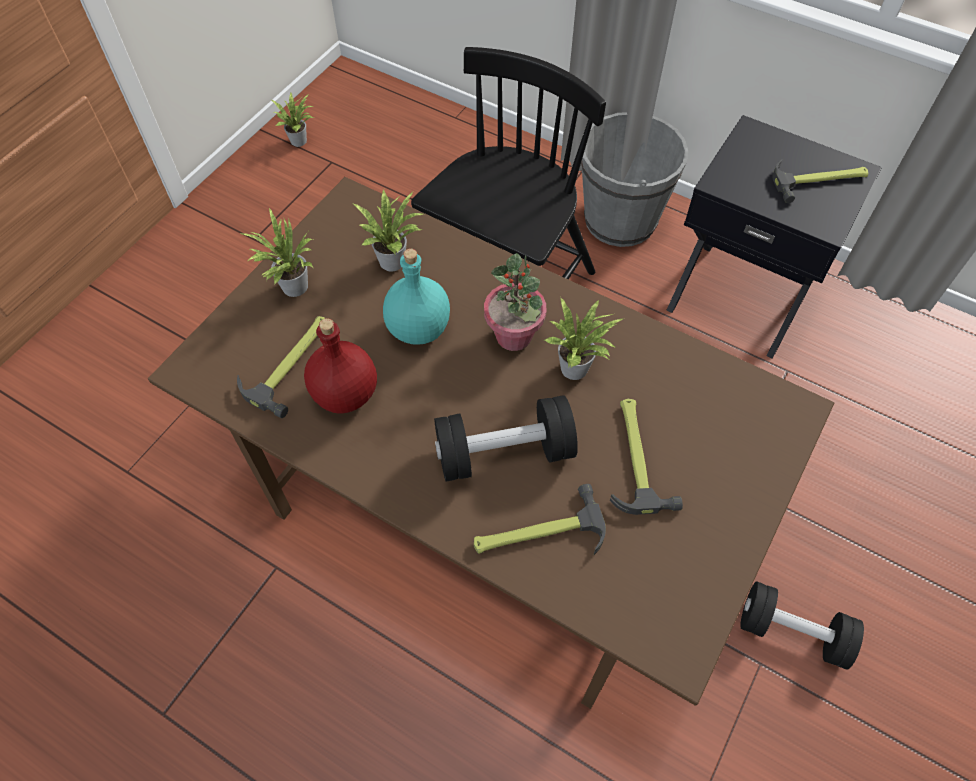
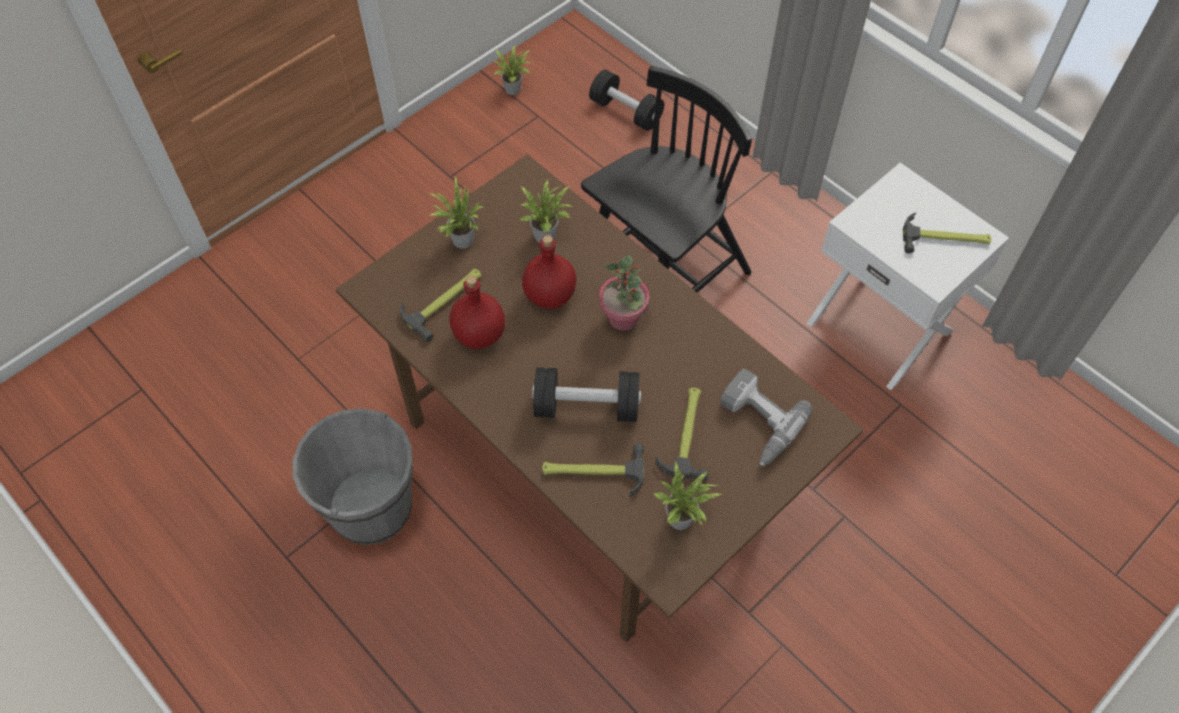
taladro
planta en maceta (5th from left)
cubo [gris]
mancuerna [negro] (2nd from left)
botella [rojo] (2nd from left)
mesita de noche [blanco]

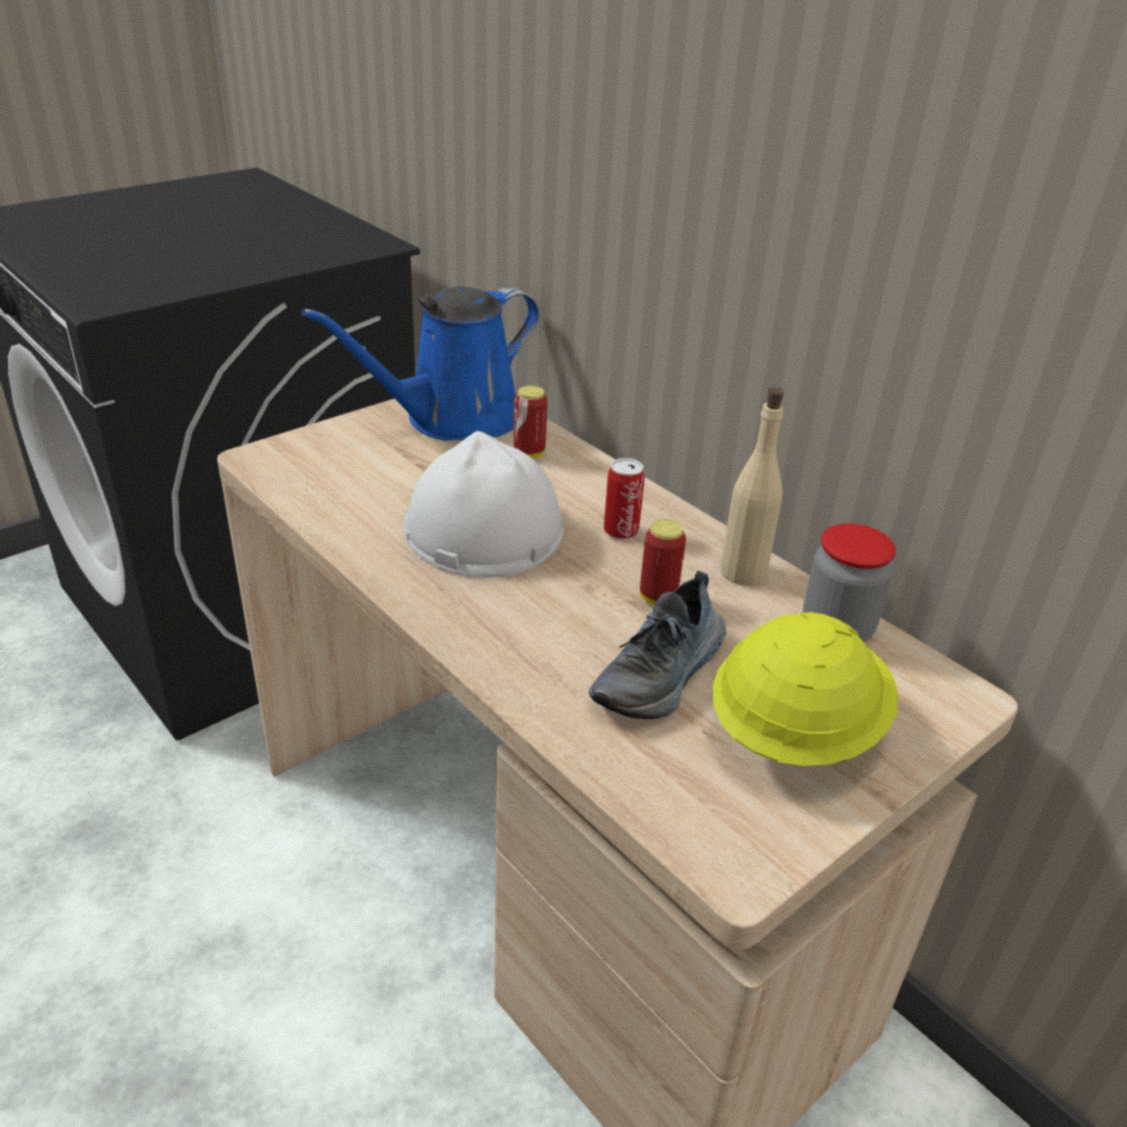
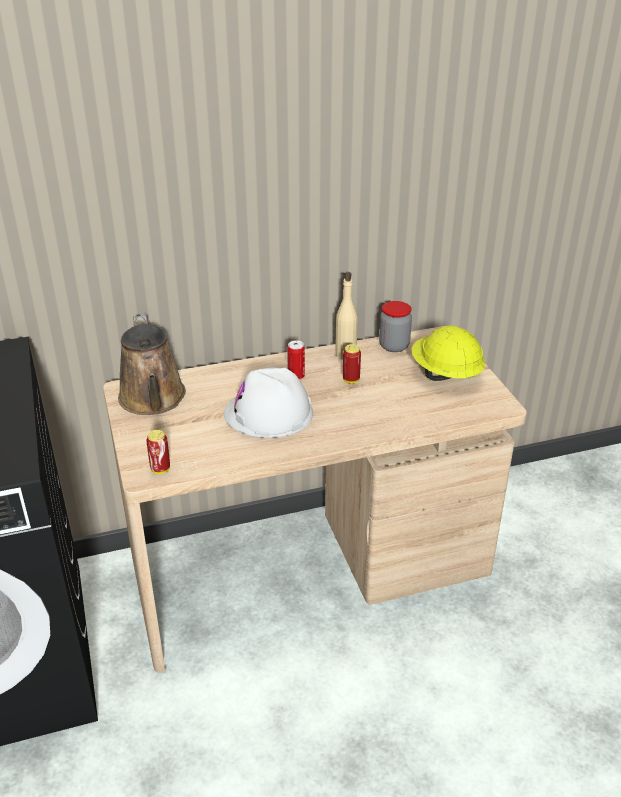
zapato
lata (1st from left)
regadera [marrón]

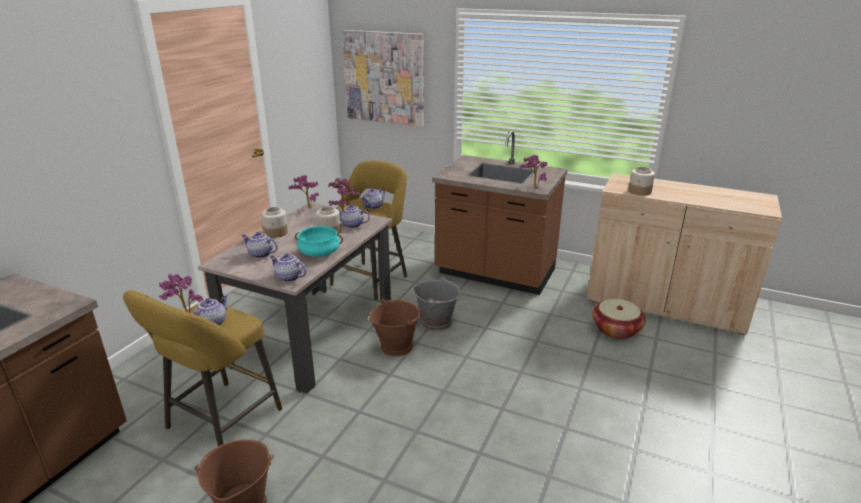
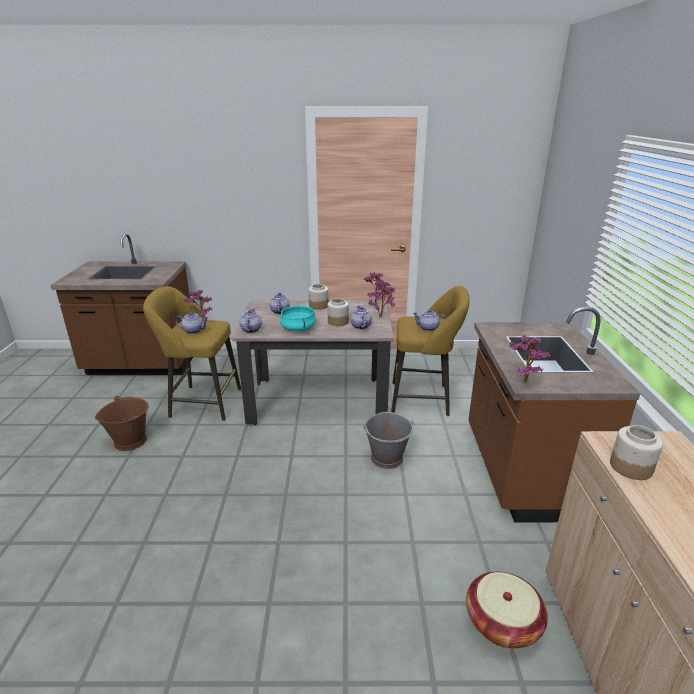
cuadro
cubo [marrón] (2nd from left in the first image)

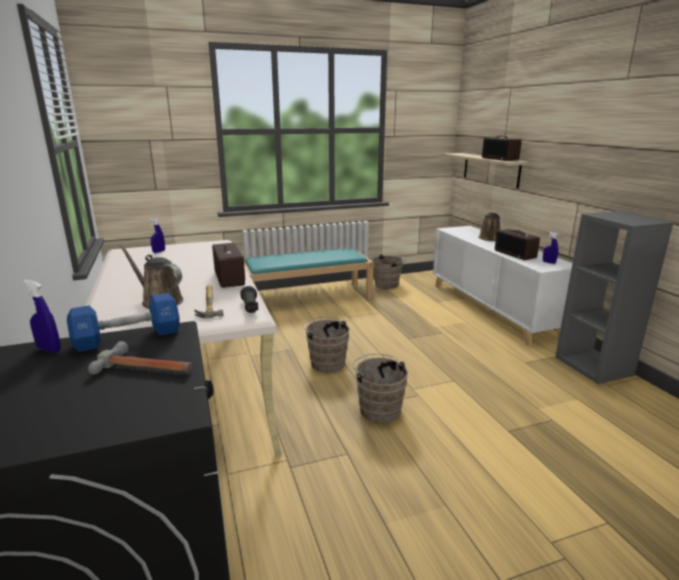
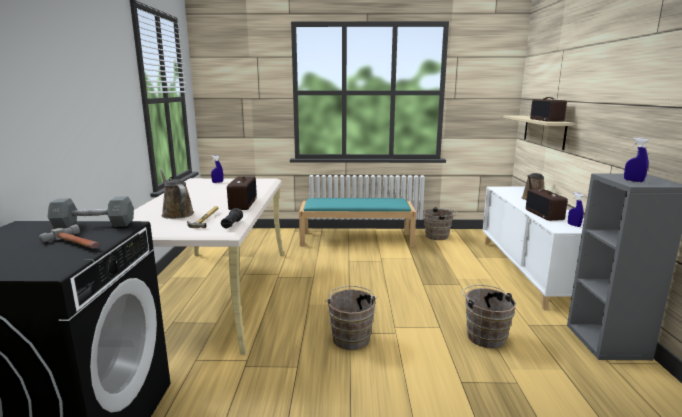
pulverizador [azul] (3rd from left)
cubo [marrón] (3rd from left)
mancuerna [gris]

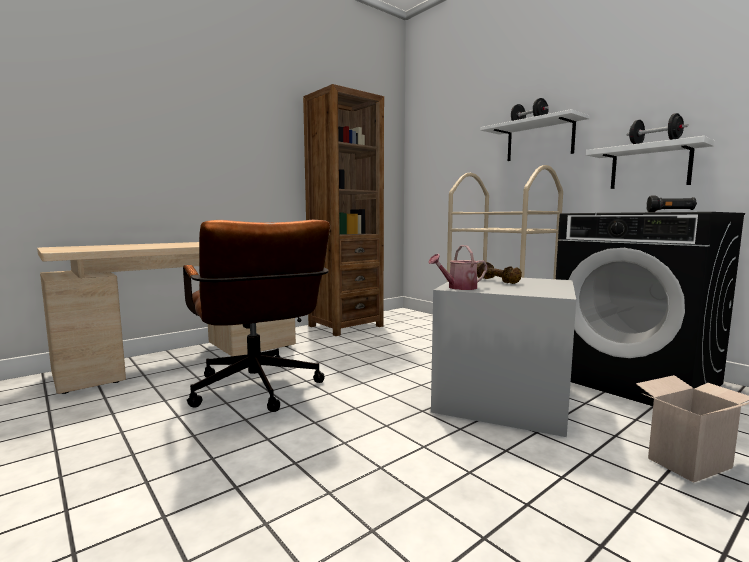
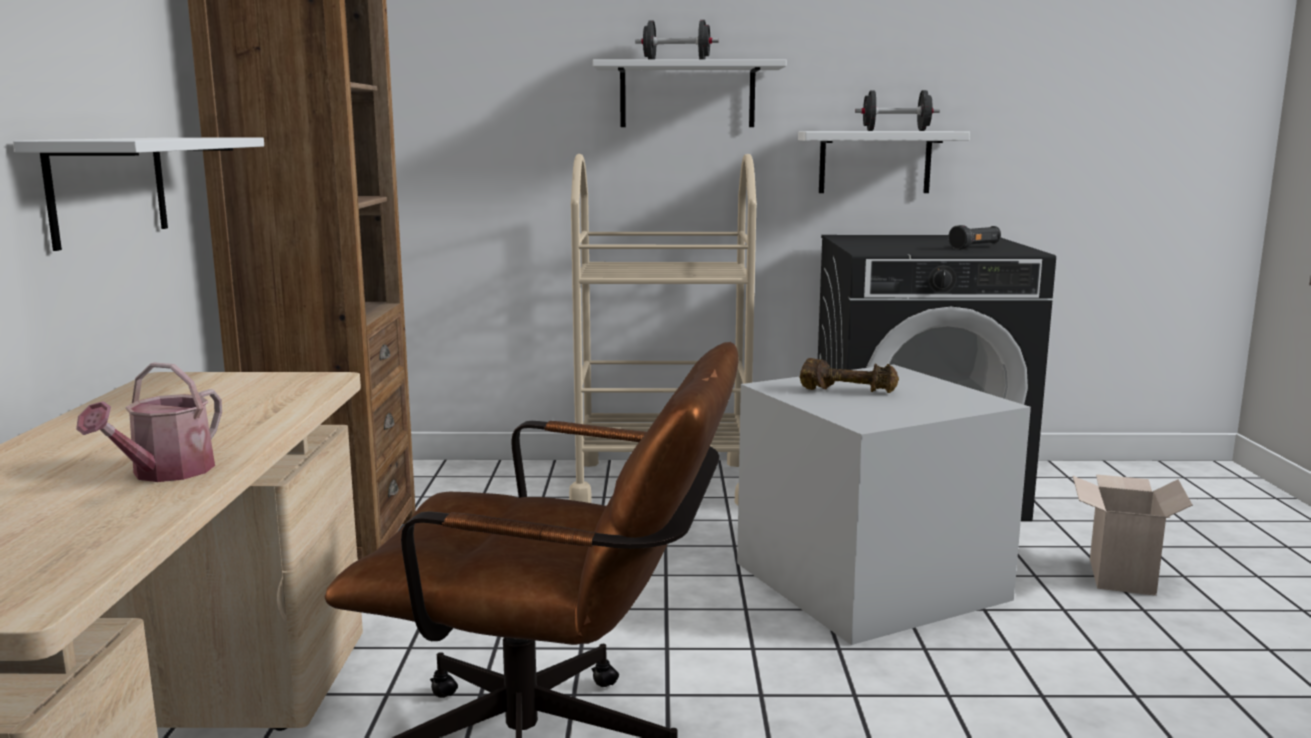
estante [blanco] (1st from left)
regadera

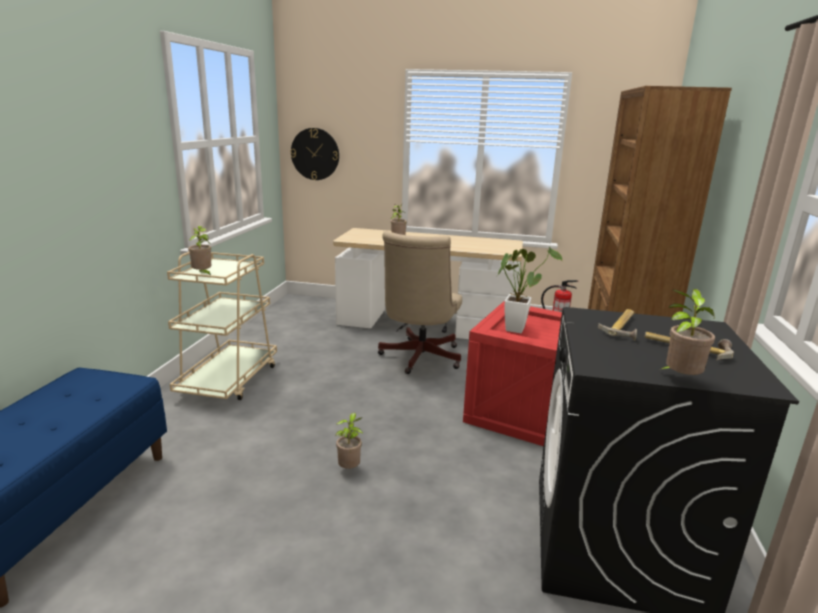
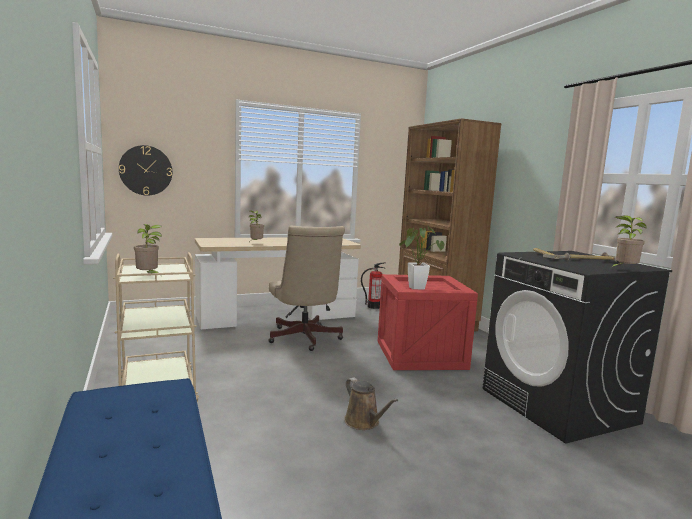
regadera [marrón]

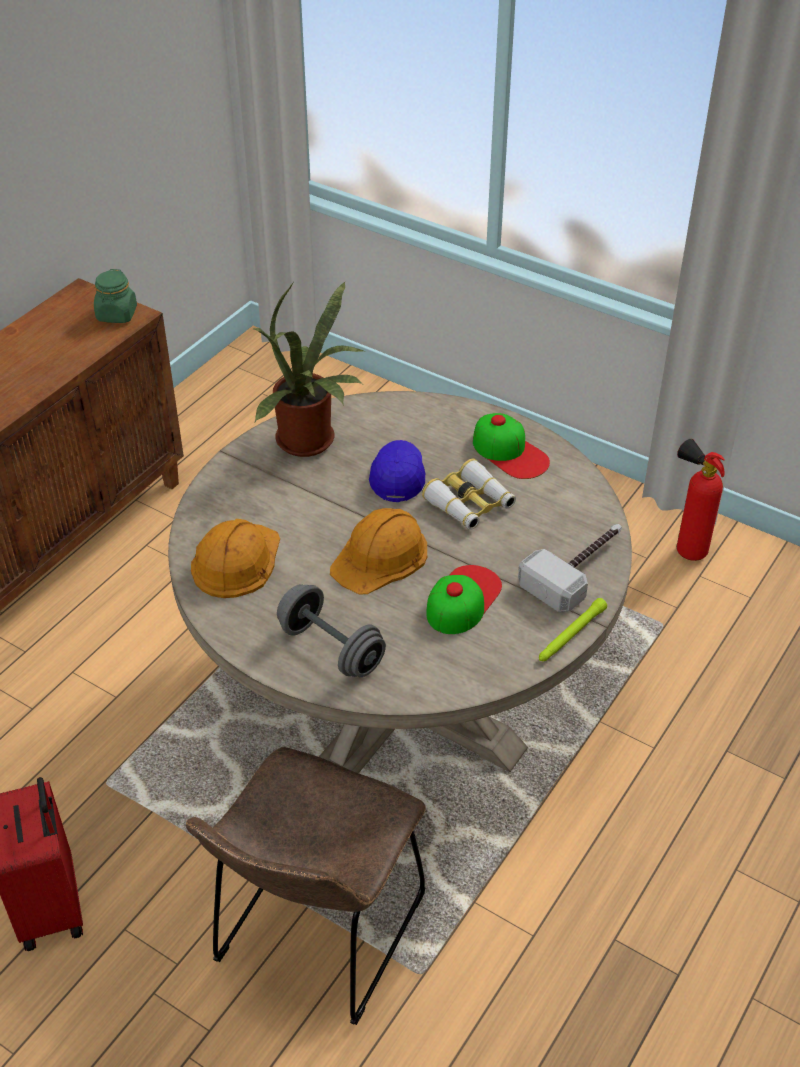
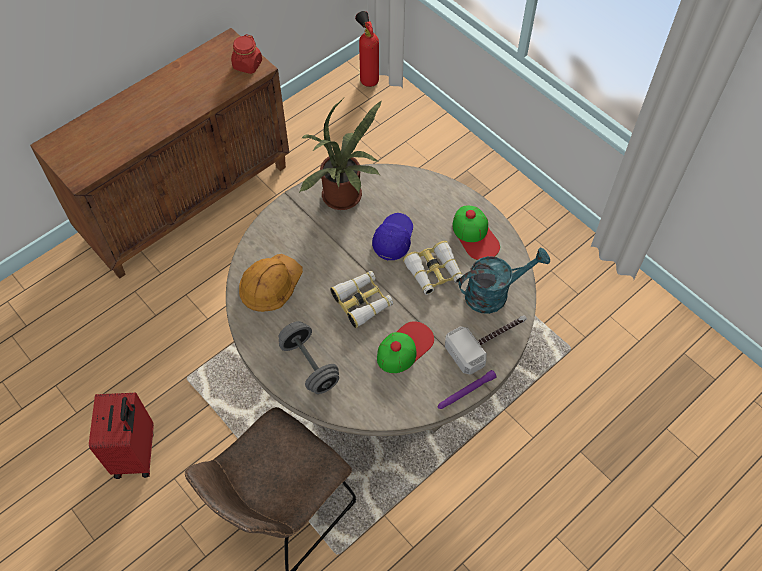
regadera [turquesa]
extintor
prismáticos (1st from left)
tarro [rojo]
linterna [morado]

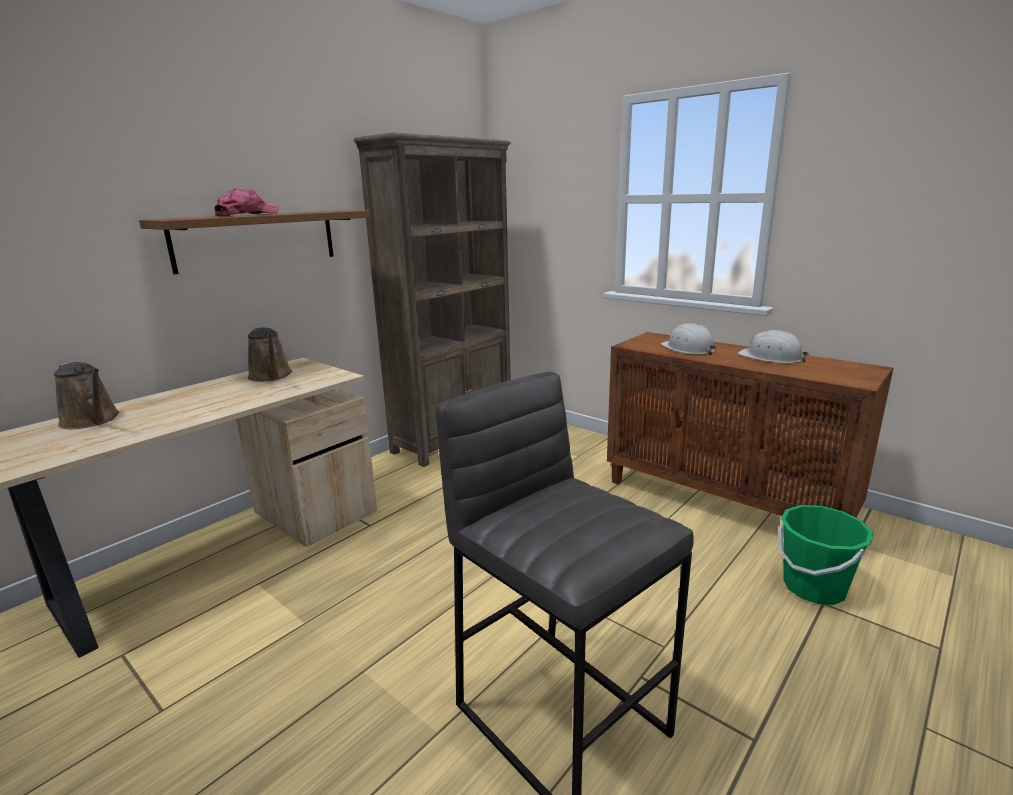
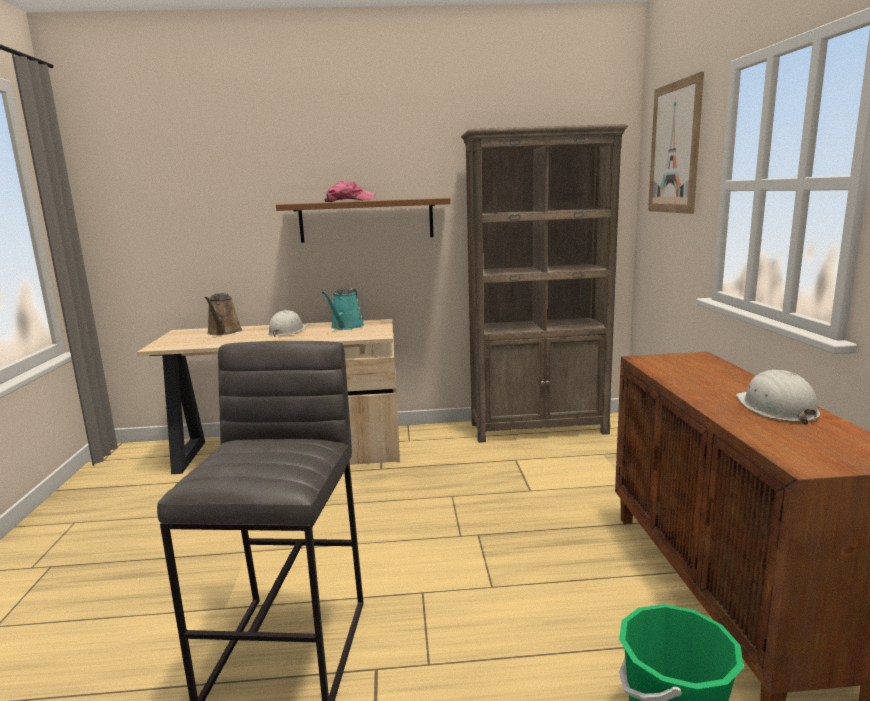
cuadro
casco [blanco] (1st from left)
regadera [turquesa]

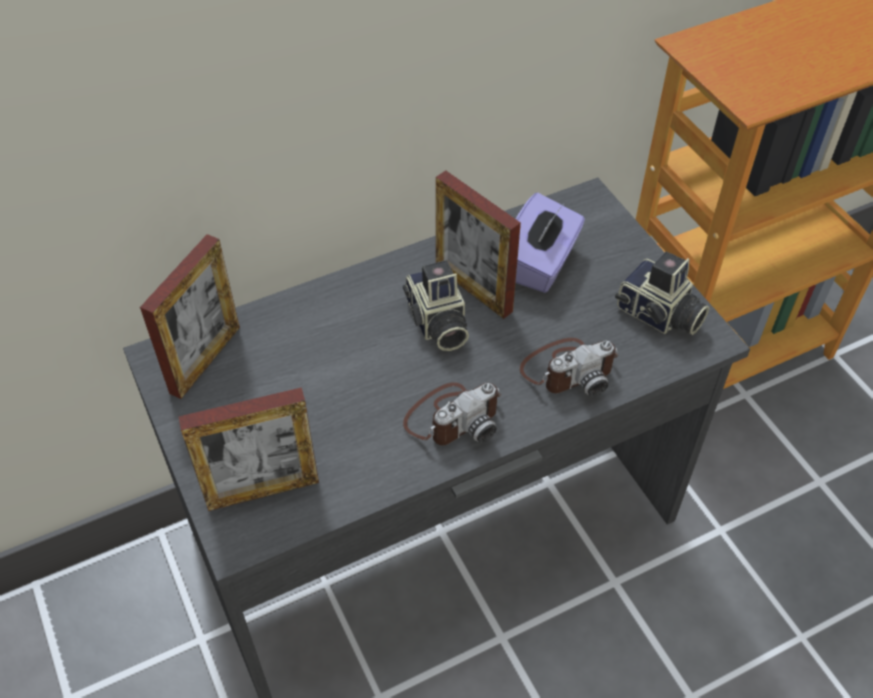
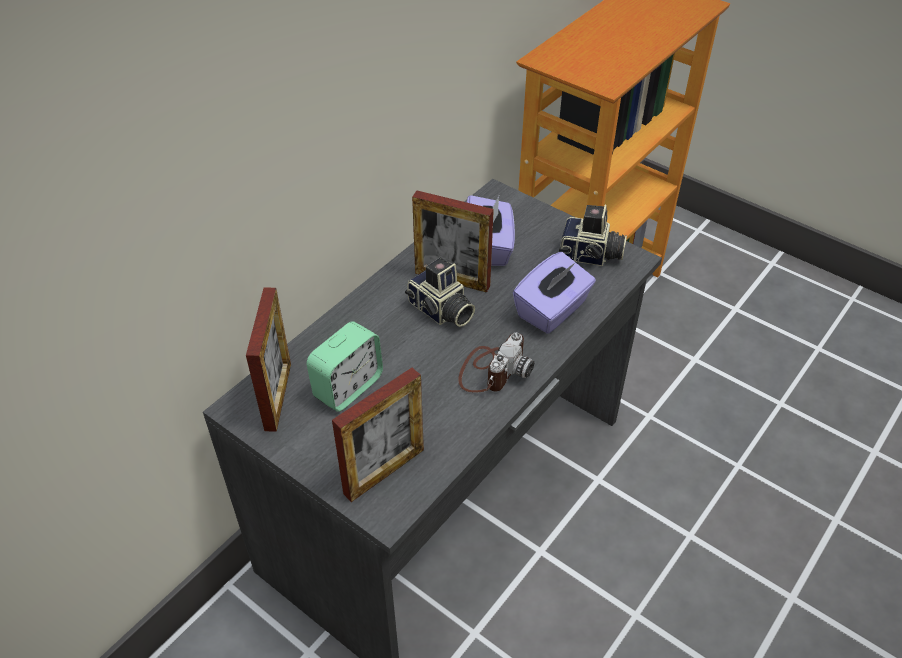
despertador
caja de pañuelos [morado] (2nd from left)

